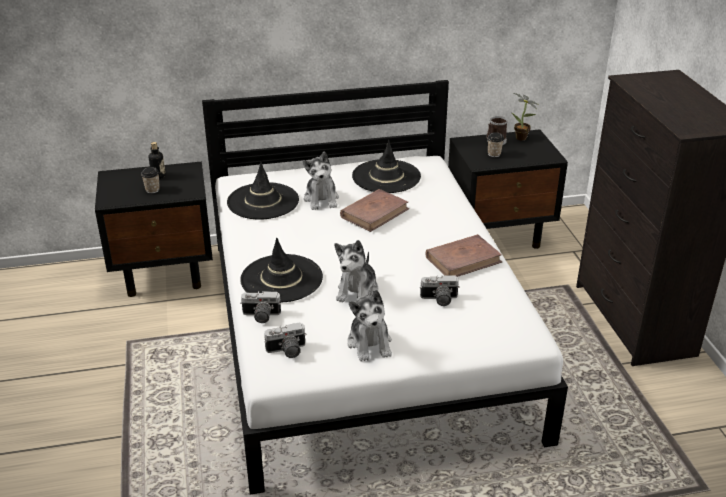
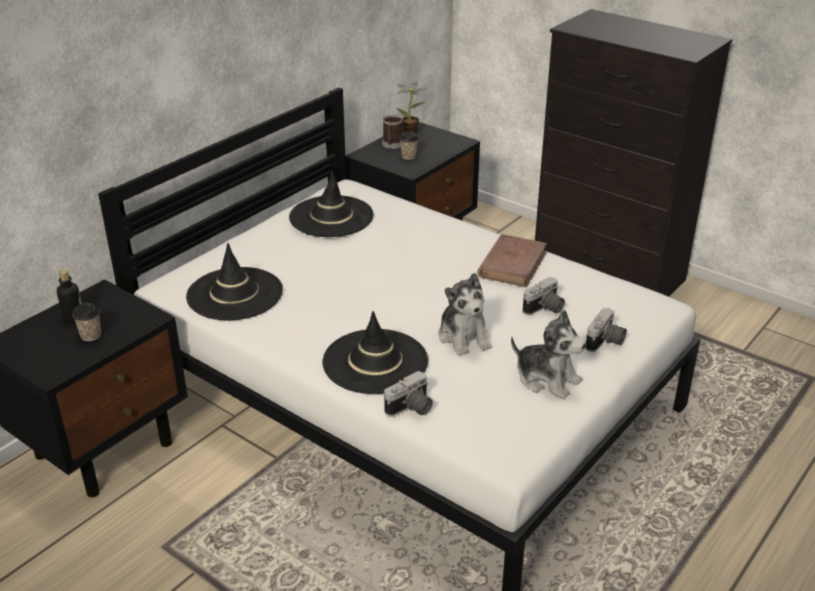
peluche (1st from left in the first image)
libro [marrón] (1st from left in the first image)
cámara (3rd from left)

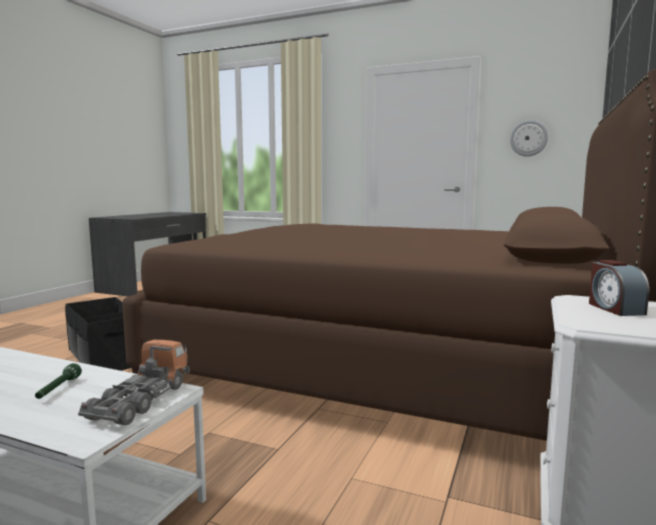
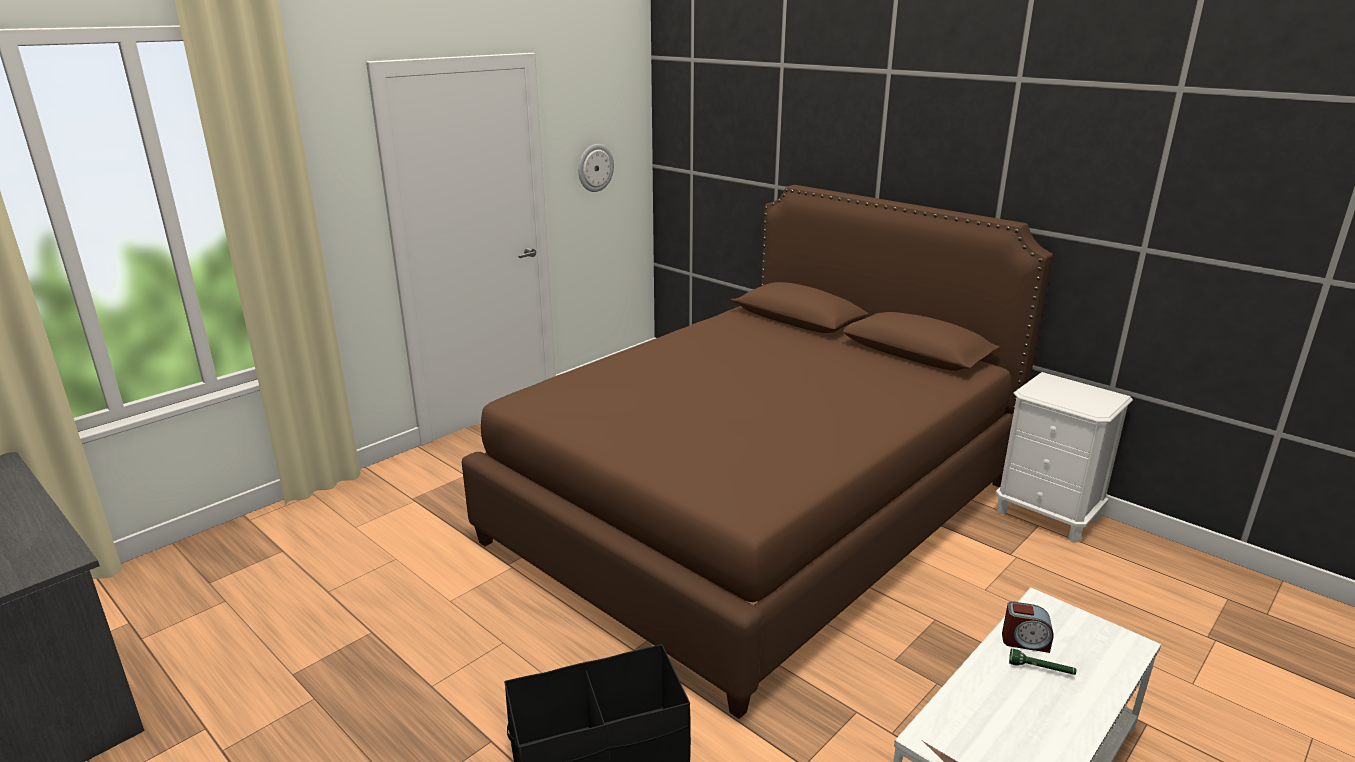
camión de juguete
despertador

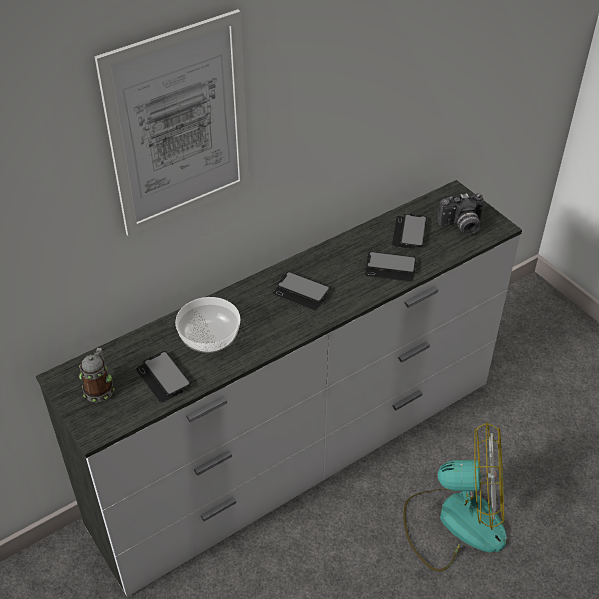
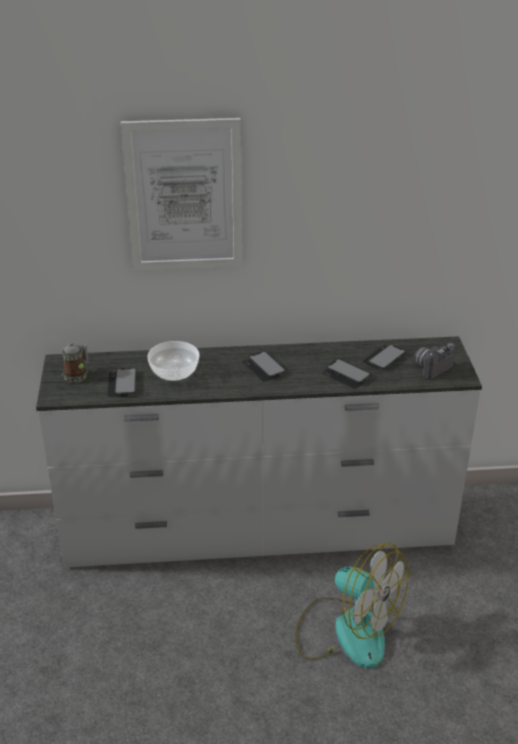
cámara

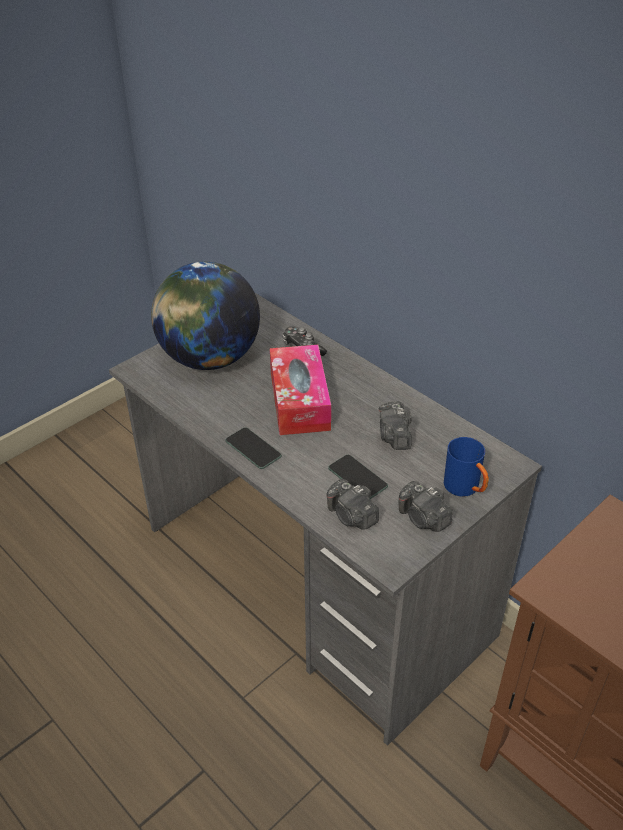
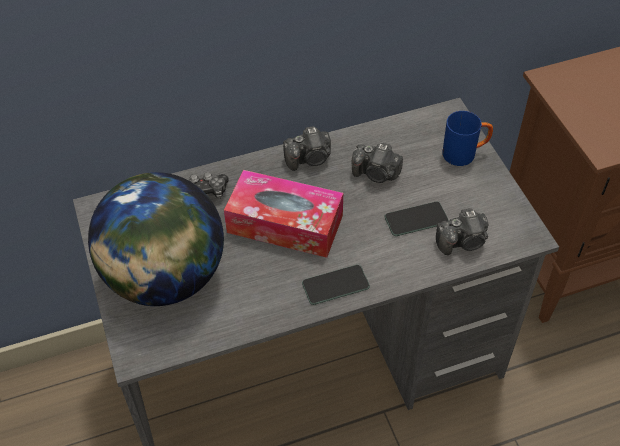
cámara (1st from left)

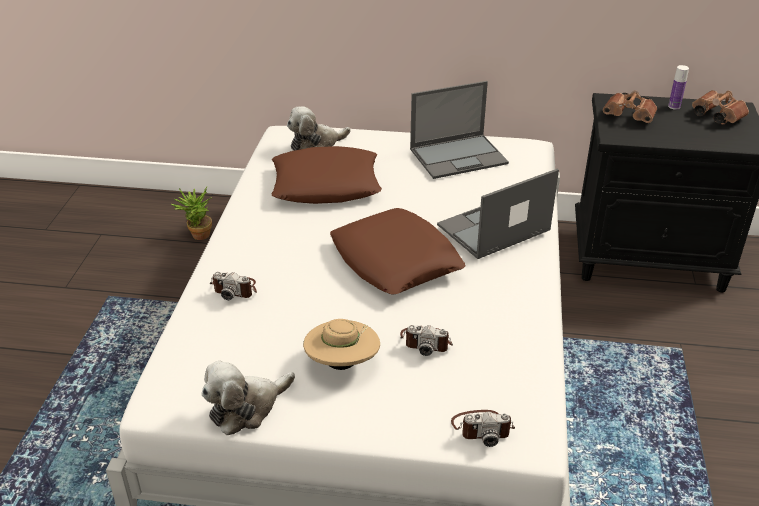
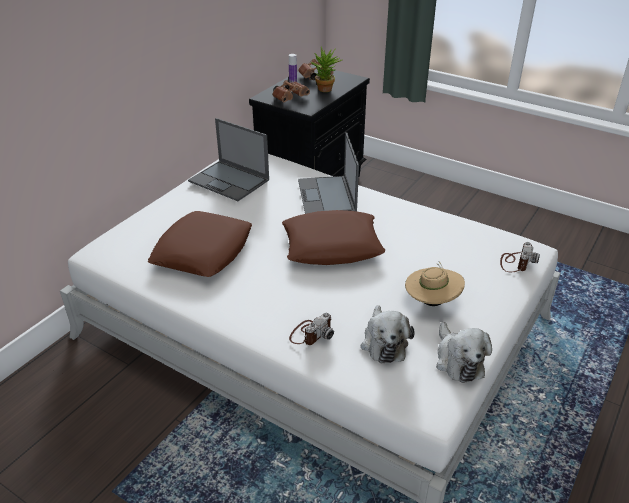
cámara (2nd from left in the first image)
planta en maceta
peluche (1st from left)
portátil (1st from left)

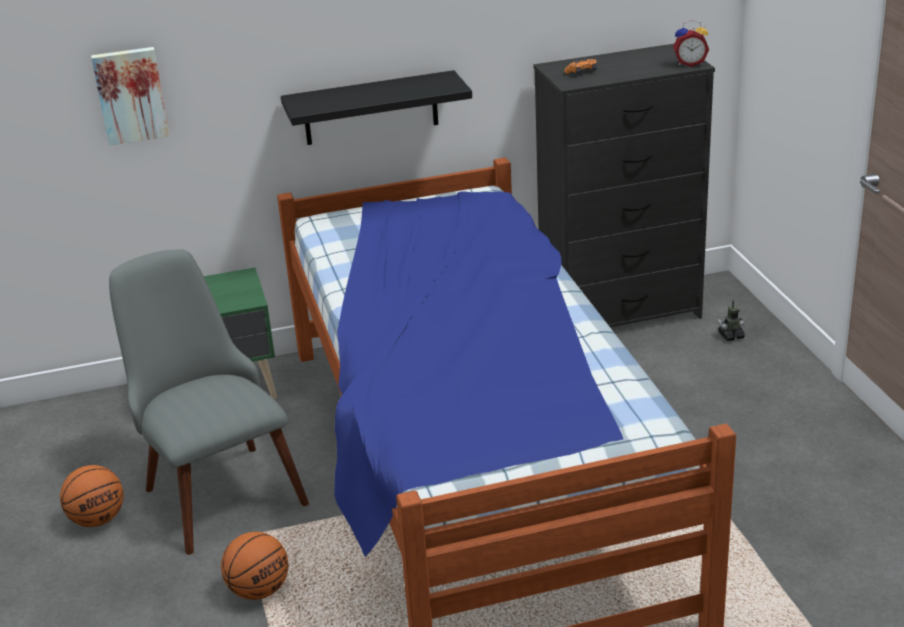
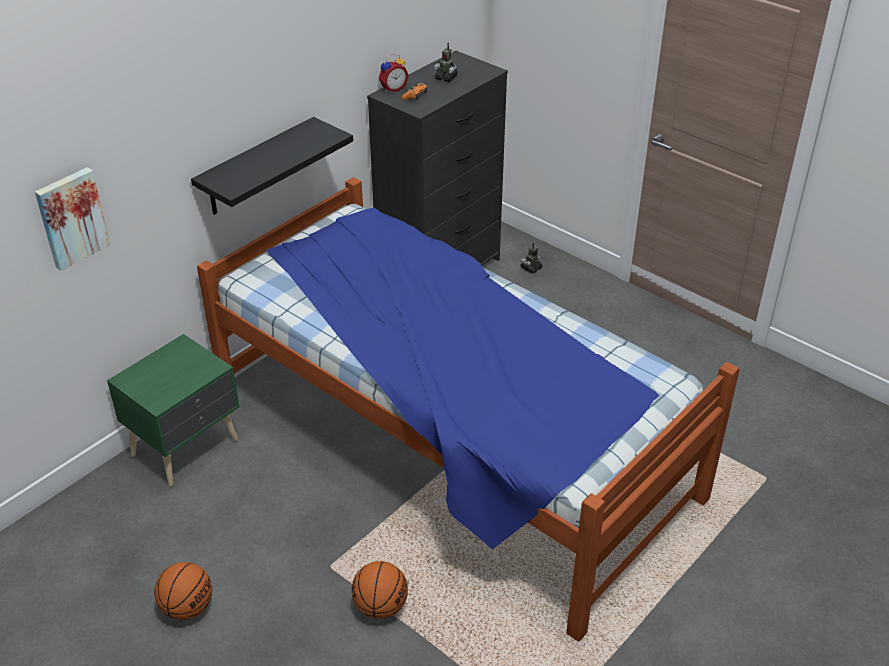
silla [gris]
robot de juguete (1st from left)
despertador

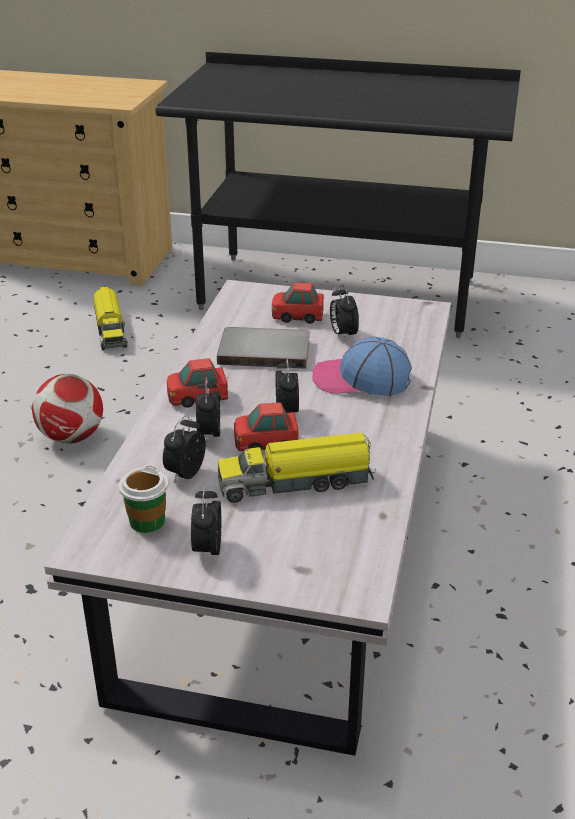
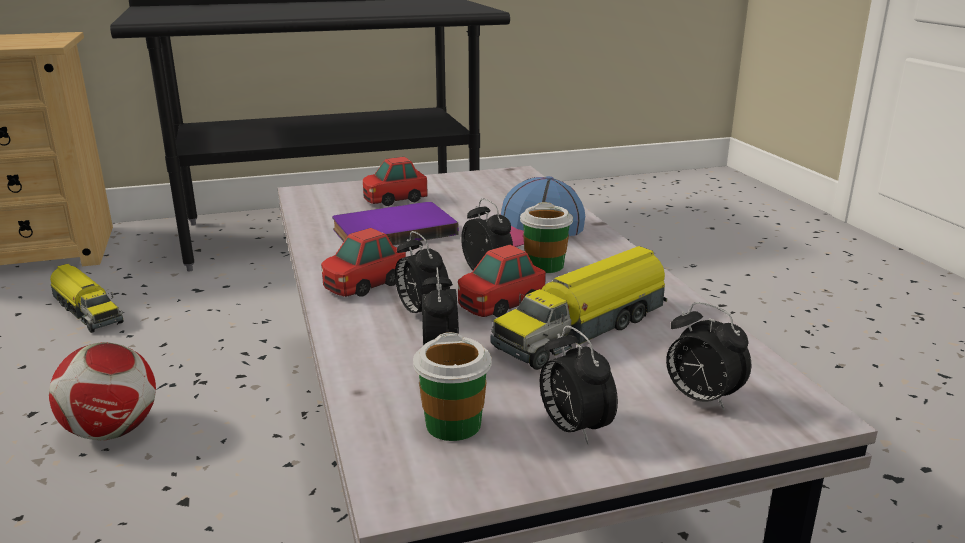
taza (2nd from left)
despertador (5th from left)
libro [morado]

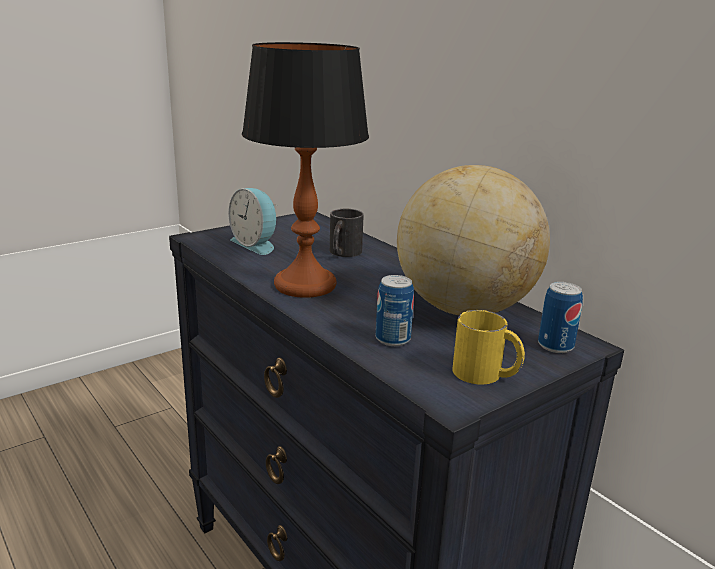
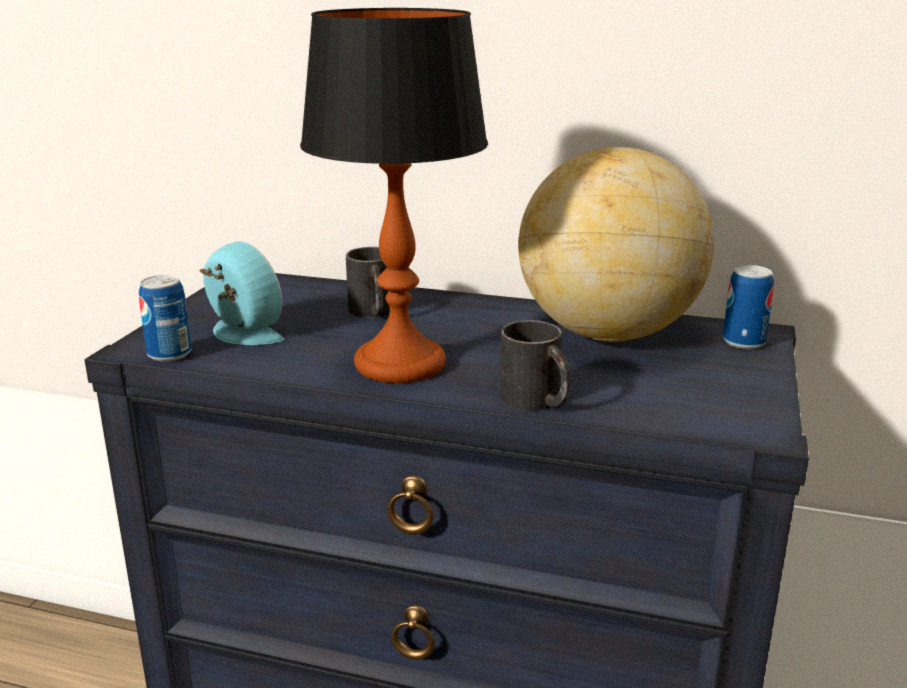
taza grande [amarillo]
taza grande [negro] (2nd from left)
lata (1st from left)
despertador

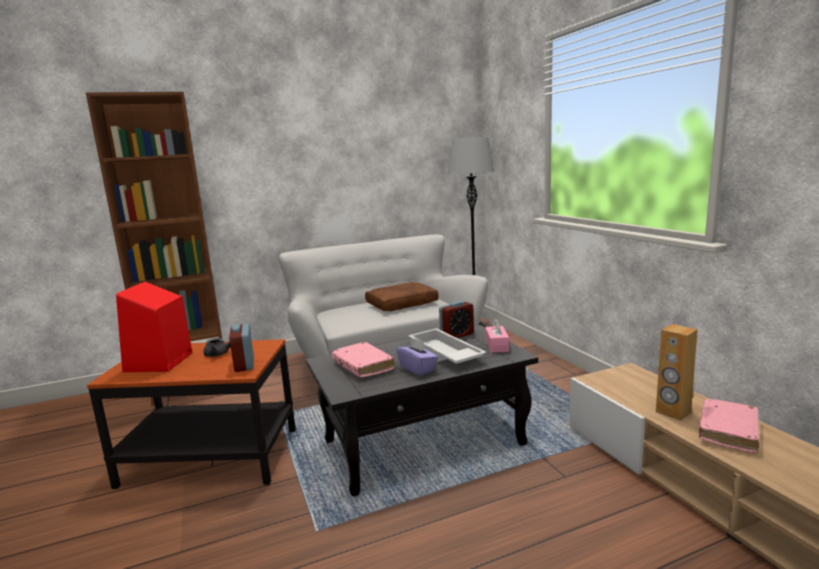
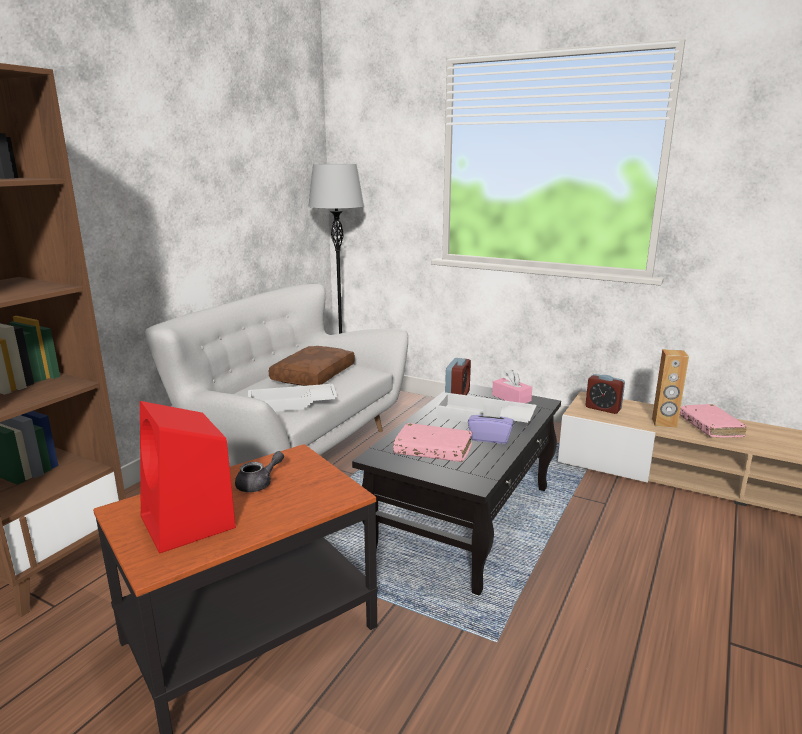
bandeja [blanco] (1st from left)
despertador (2nd from left)

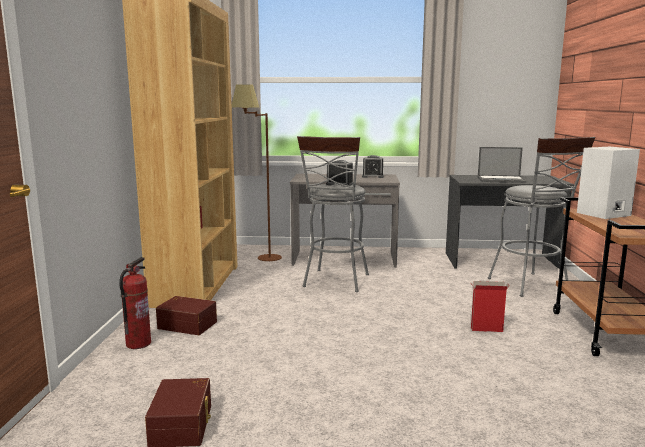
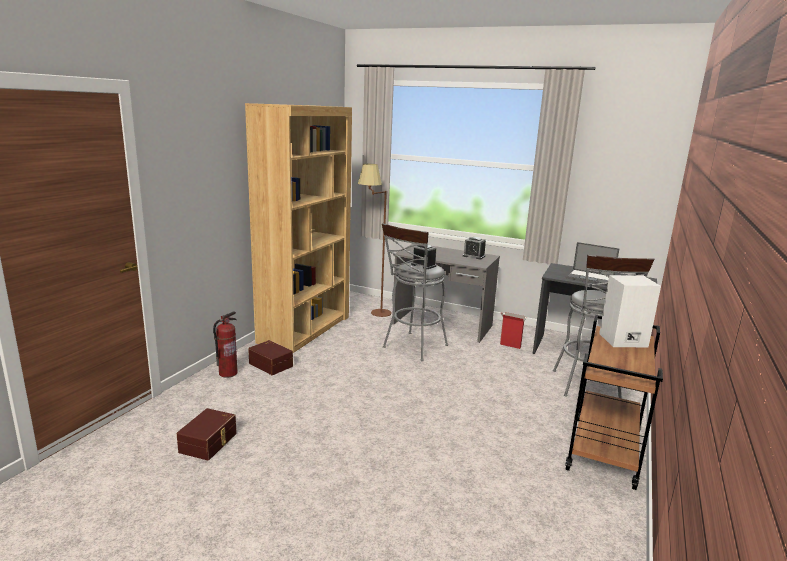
caja de cartón

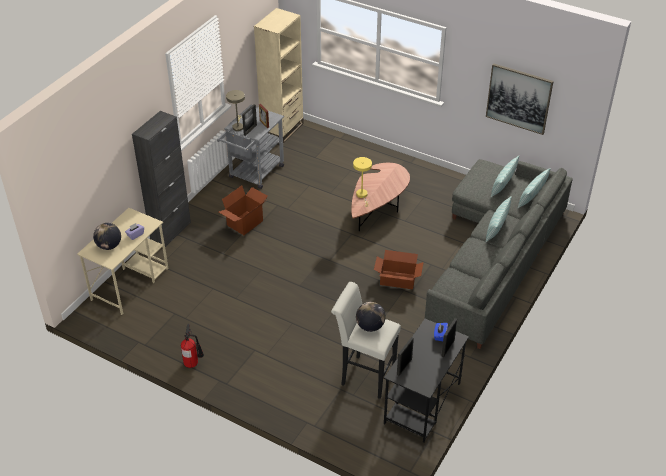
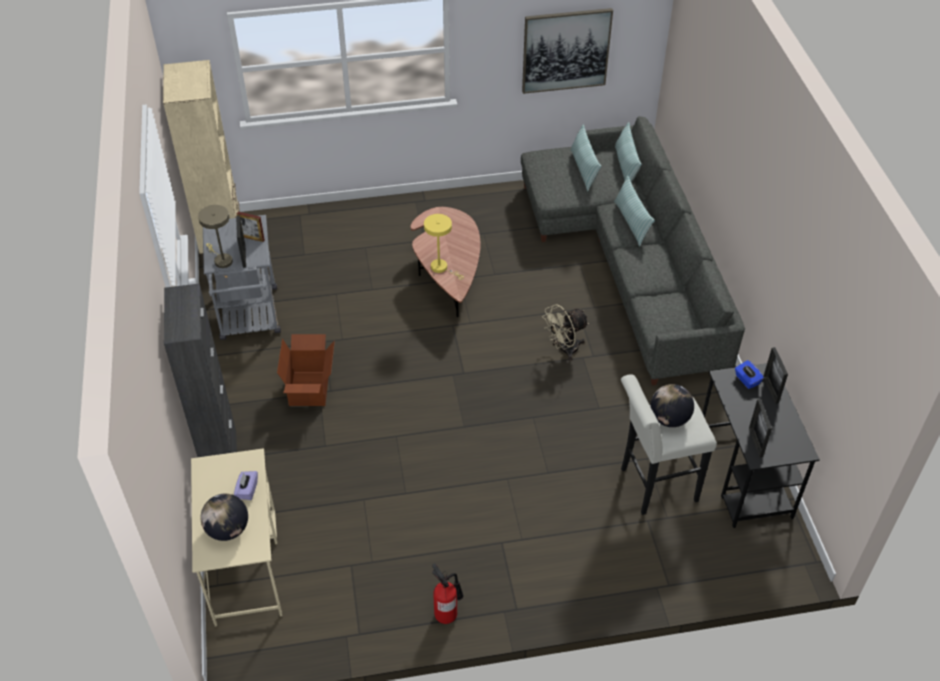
ventilador [beis]

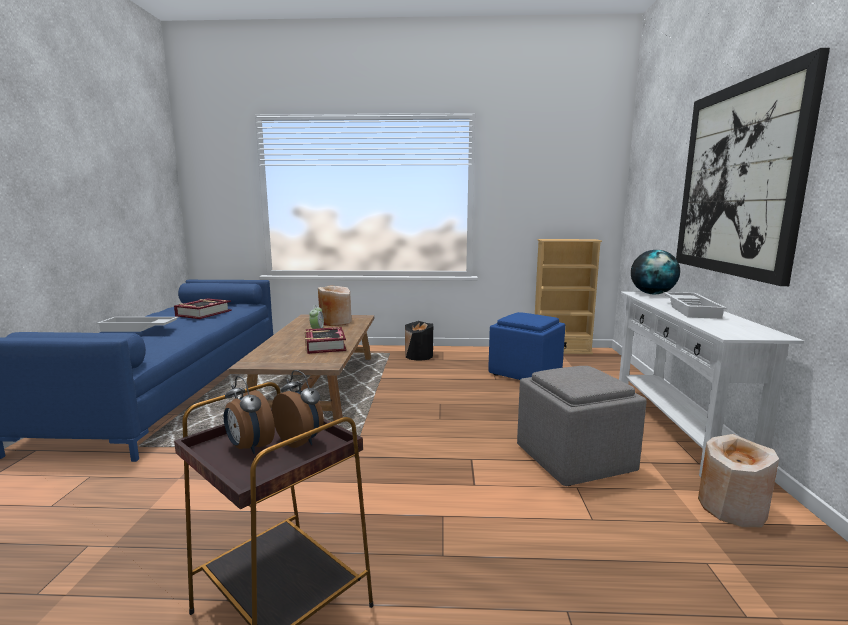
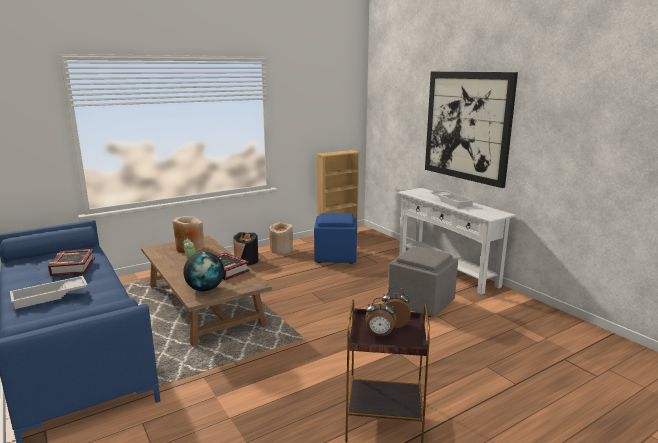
globo terráqueo
florero [beis] (2nd from left)

